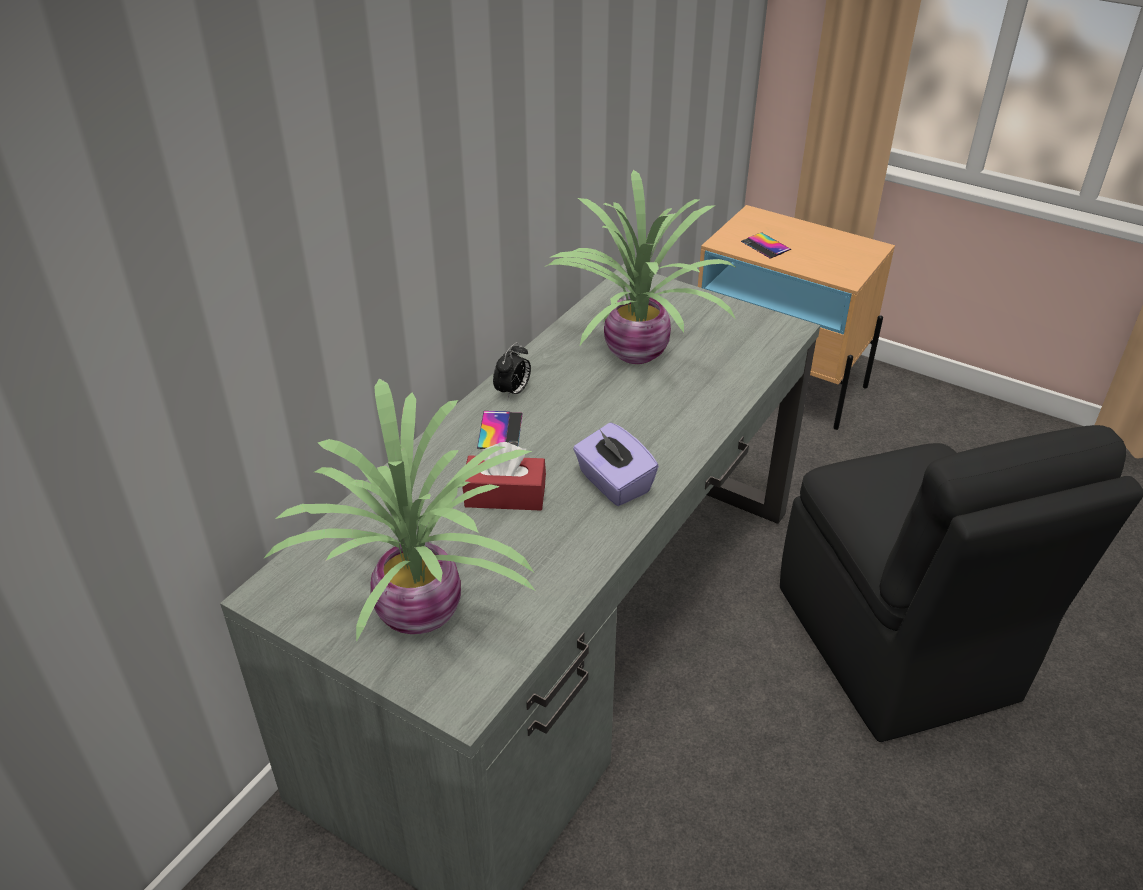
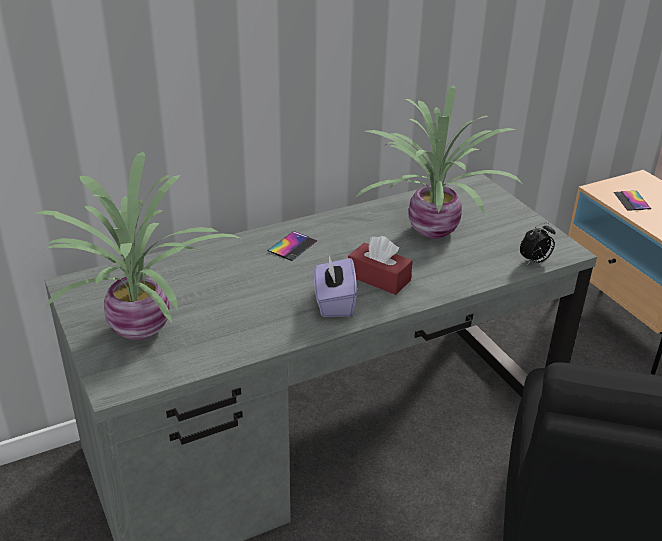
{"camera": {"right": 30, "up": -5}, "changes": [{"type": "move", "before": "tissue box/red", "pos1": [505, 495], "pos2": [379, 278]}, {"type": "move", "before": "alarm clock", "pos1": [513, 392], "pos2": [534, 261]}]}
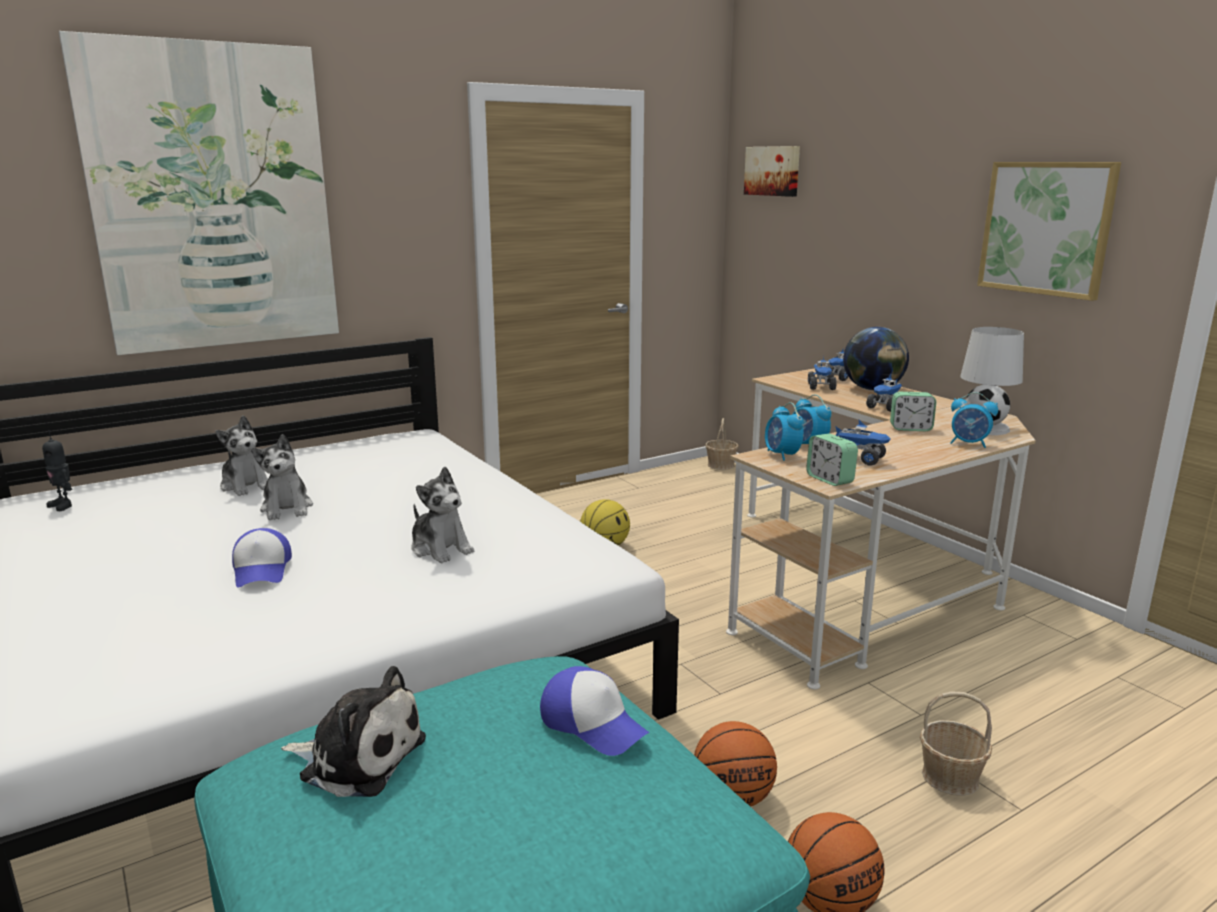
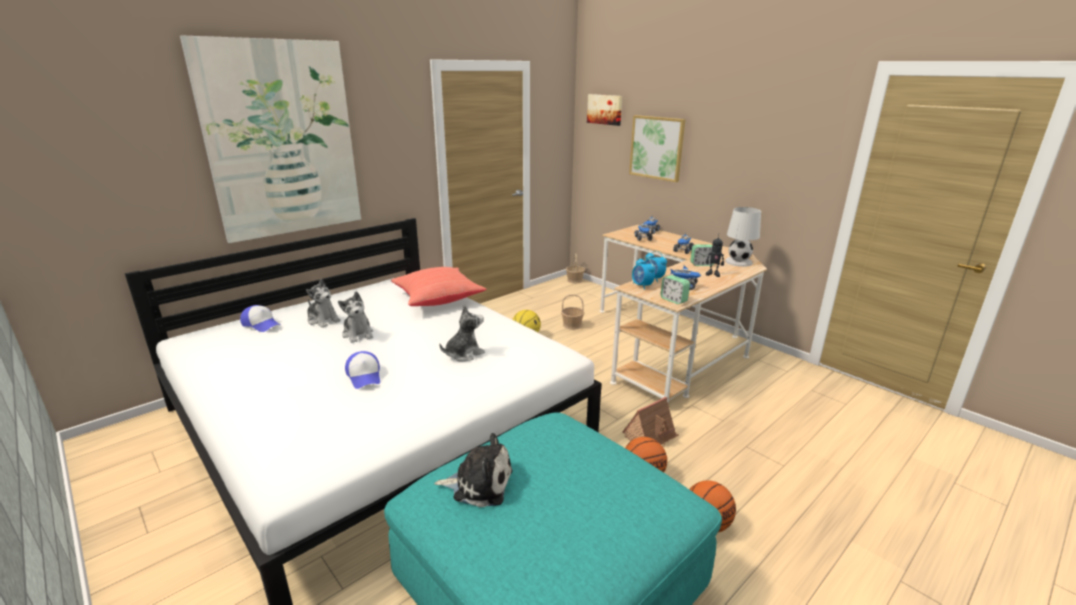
{"camera": {"right": -10, "up": 5}, "changes": [{"type": "move", "before": "toy robot", "pos1": [63, 505], "pos2": [713, 274]}, {"type": "rotate", "before": "plush toy", "pos1": [441, 549], "pos2": [463, 354], "turn": -75}, {"type": "move", "before": "cap", "pos1": [593, 723], "pos2": [261, 324]}, {"type": "delete", "before": "globe", "pos1": [872, 389]}, {"type": "move", "before": "basket", "pos1": [950, 777], "pos2": [572, 325]}, {"type": "delete", "before": "alarm clock", "pos1": [969, 444]}, {"type": "move", "before": "picture", "pos1": [1046, 228], "pos2": [657, 148]}, {"type": "insert", "after": "pillow/red", "pos2": [437, 299]}, {"type": "insert", "after": "toy house", "pos2": [650, 436]}]}
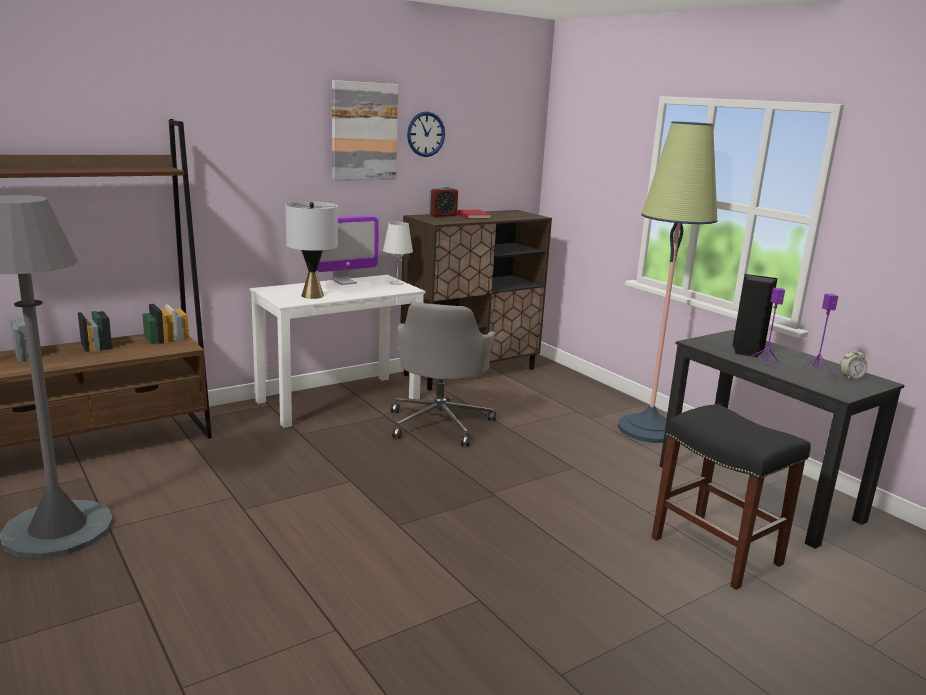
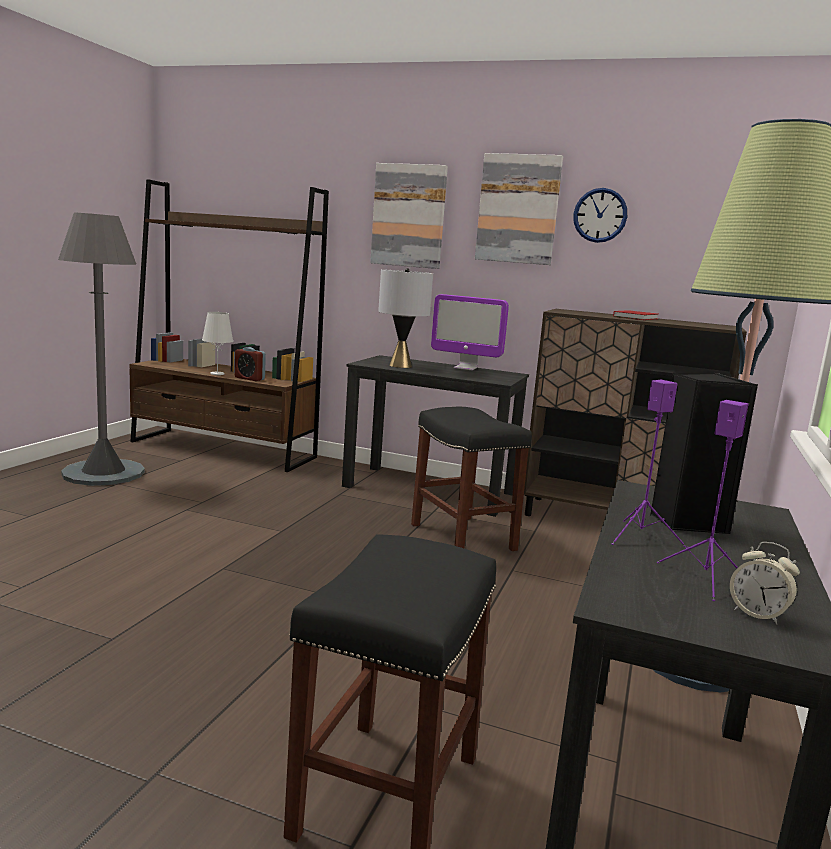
{"camera": {"right": 55, "up": -5}, "changes": [{"type": "recolor", "before": "desk/white", "after": "desk/black", "pos1": [339, 400], "pos2": [430, 490]}, {"type": "move", "before": "table lamp/white", "pos1": [397, 283], "pos2": [217, 374]}, {"type": "replace", "before": "office chair/grey", "after": "stool/black", "pos1": [440, 423], "pos2": [461, 536]}, {"type": "move", "before": "alarm clock", "pos1": [442, 215], "pos2": [249, 378]}, {"type": "insert", "after": "picture", "pos2": [409, 216]}]}
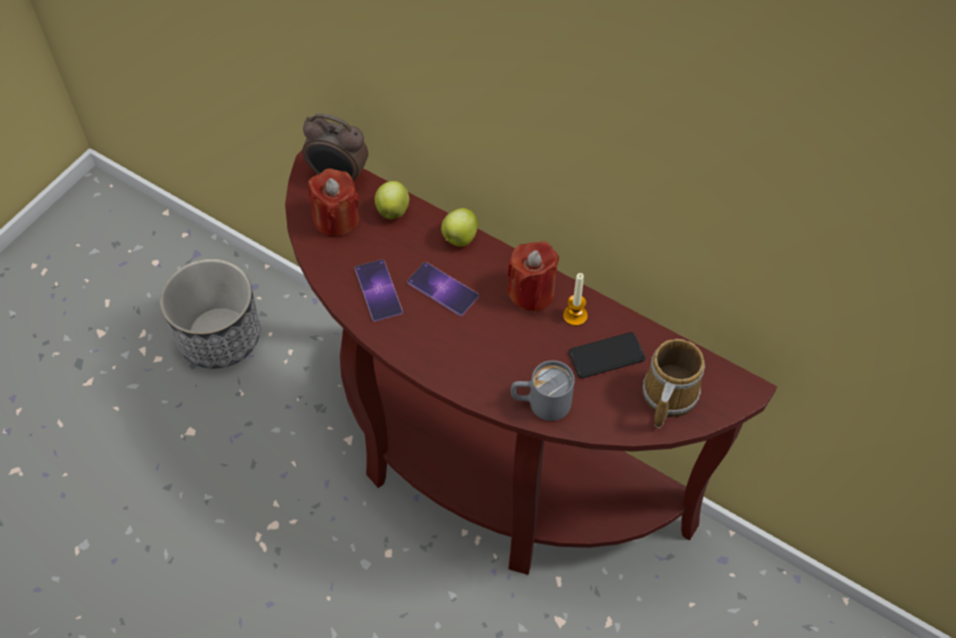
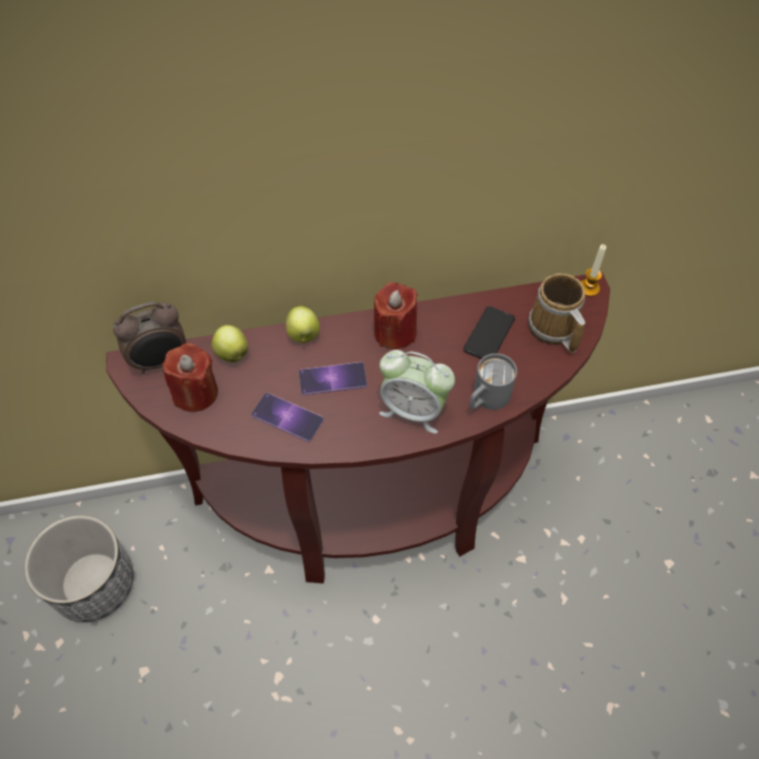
{"camera": {"right": -45, "up": 0}, "changes": [{"type": "move", "before": "candle", "pos1": [575, 316], "pos2": [588, 288]}, {"type": "insert", "after": "alarm clock", "pos2": [413, 410]}]}
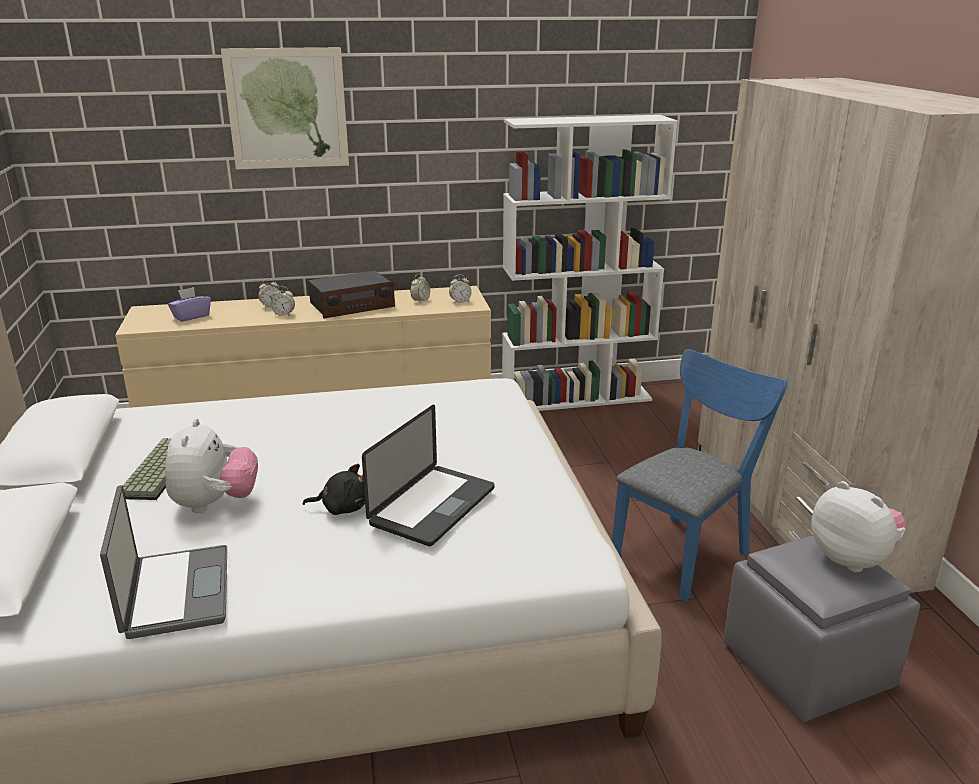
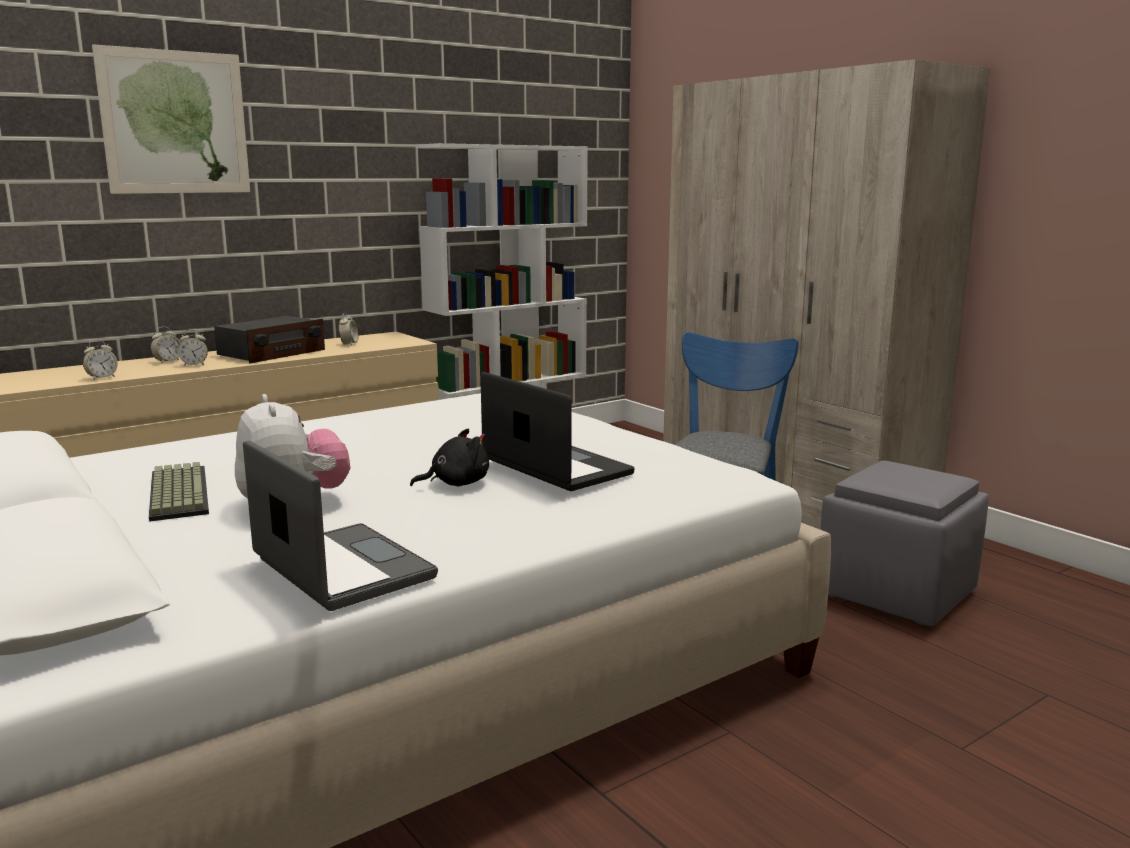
{"camera": {"right": -25, "up": -10}, "changes": [{"type": "delete", "before": "tissue box/purple", "pos1": [191, 316]}, {"type": "rotate", "before": "laptop", "pos1": [433, 506], "pos2": [556, 467], "turn": -45}, {"type": "move", "before": "alarm clock", "pos1": [460, 301], "pos2": [102, 378]}, {"type": "delete", "before": "plush toy", "pos1": [852, 559]}]}
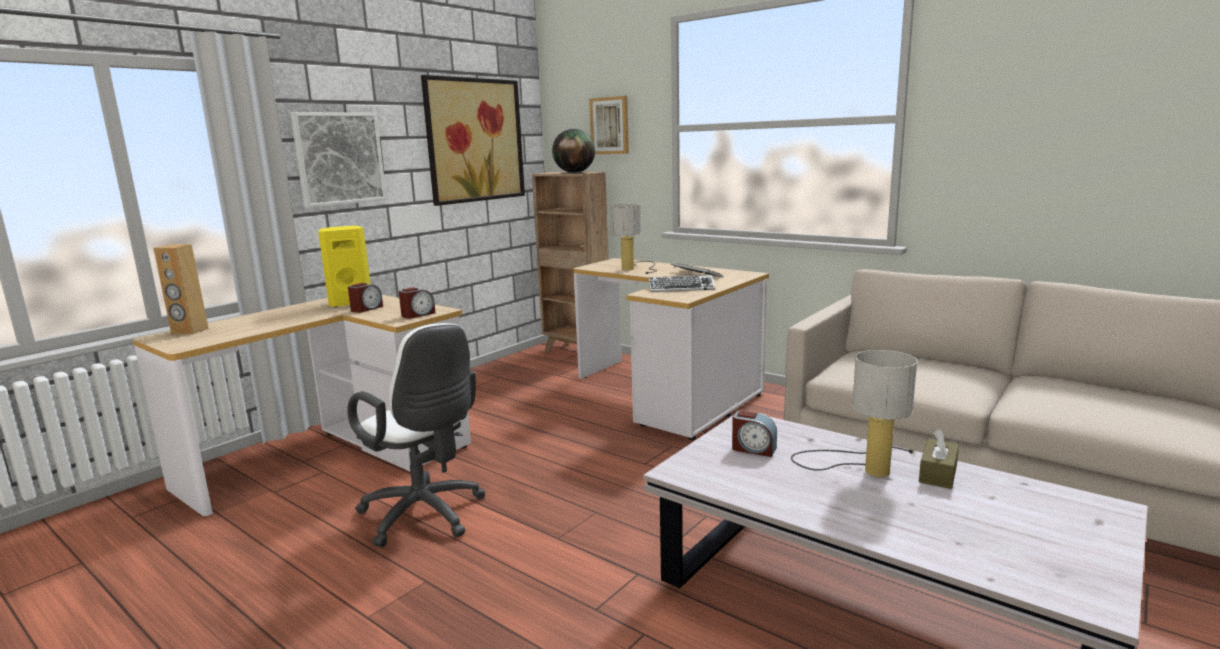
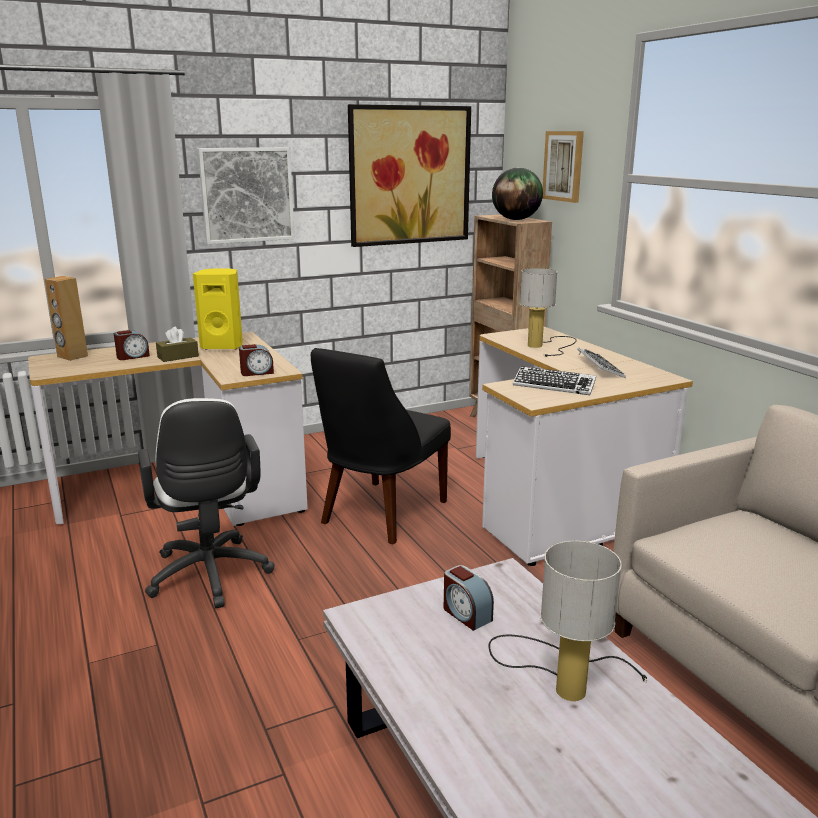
{"camera": {"right": 25, "up": 5}, "changes": [{"type": "move", "before": "alarm clock", "pos1": [366, 309], "pos2": [133, 356]}, {"type": "move", "before": "tissue box/brown", "pos1": [938, 474], "pos2": [178, 357]}, {"type": "insert", "after": "chair/black", "pos2": [380, 514]}]}
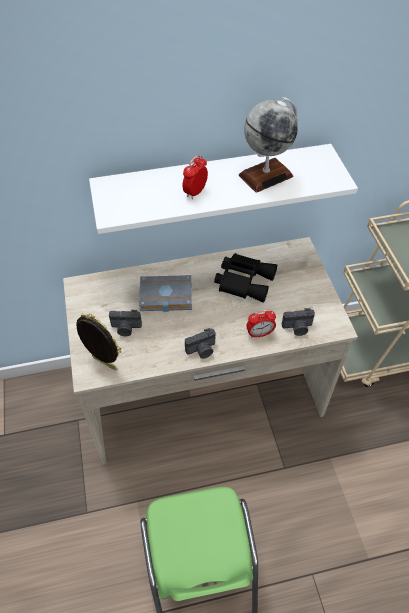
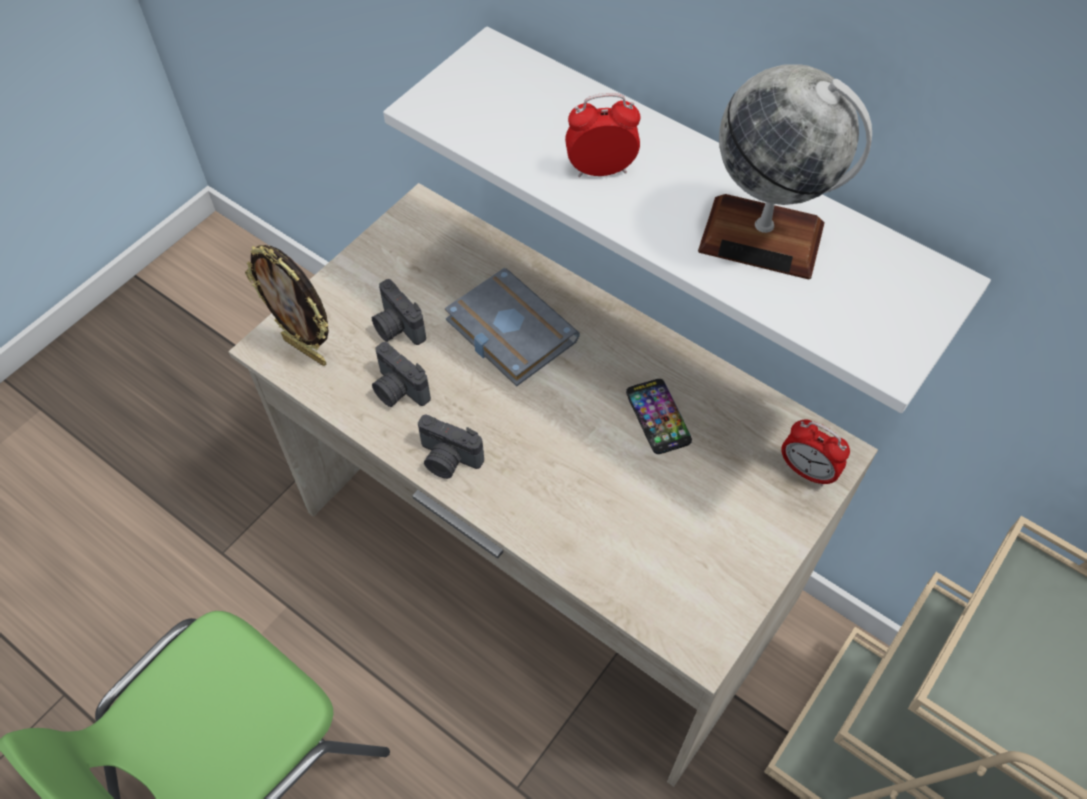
{"camera": {"right": 50, "up": 5}, "changes": [{"type": "rotate", "before": "picture frame", "pos1": [103, 364], "pos2": [306, 350], "turn": 135}, {"type": "replace", "before": "binoculars/black", "after": "phone", "pos1": [244, 280], "pos2": [658, 417]}, {"type": "move", "before": "alarm clock", "pos1": [259, 334], "pos2": [806, 471]}, {"type": "move", "before": "photo camera", "pos1": [297, 328], "pos2": [398, 390]}]}
